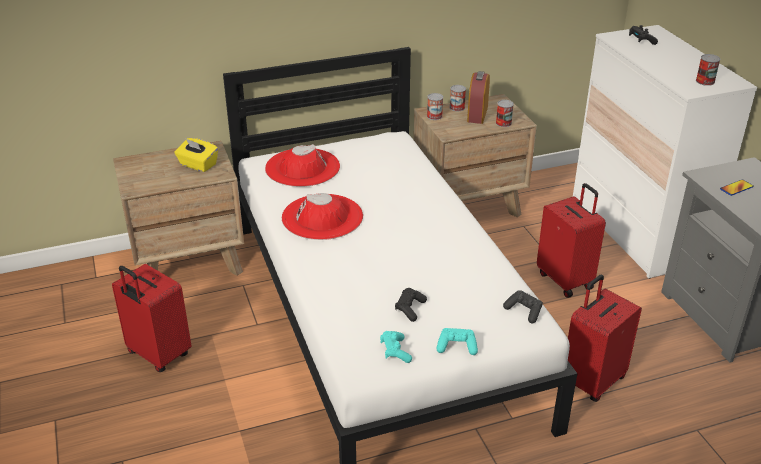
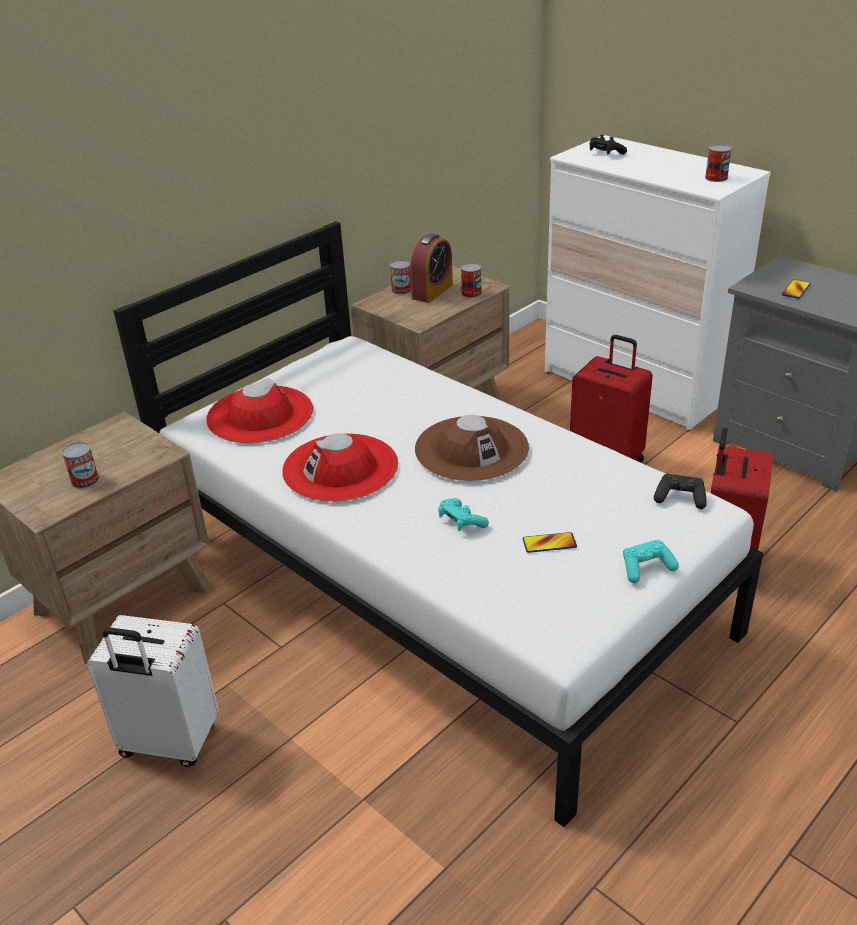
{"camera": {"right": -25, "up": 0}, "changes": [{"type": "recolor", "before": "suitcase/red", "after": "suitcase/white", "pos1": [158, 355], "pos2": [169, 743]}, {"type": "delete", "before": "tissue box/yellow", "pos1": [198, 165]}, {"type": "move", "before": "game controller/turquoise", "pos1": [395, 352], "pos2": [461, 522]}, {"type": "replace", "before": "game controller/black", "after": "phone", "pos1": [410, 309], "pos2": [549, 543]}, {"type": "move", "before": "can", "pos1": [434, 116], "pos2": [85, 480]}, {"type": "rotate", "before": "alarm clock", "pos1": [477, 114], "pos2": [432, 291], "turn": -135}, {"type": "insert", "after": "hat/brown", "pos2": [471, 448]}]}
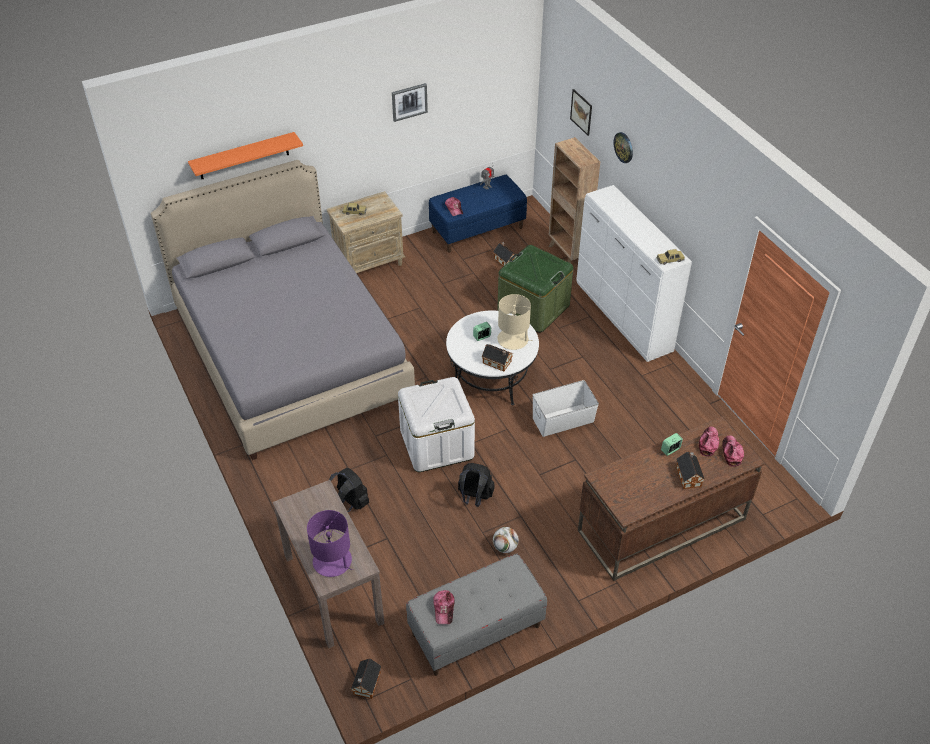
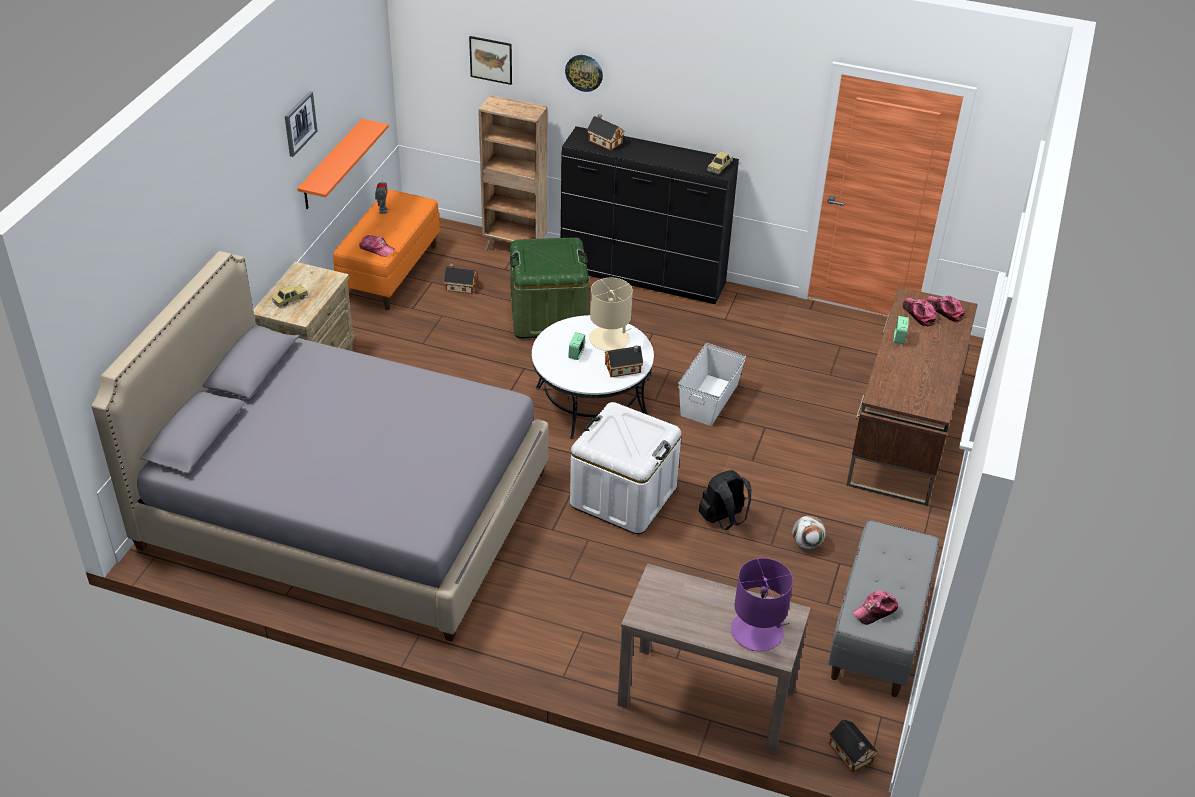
{"camera": {"right": -45, "up": -5}, "changes": [{"type": "move", "before": "shelf/orange", "pos1": [243, 156], "pos2": [332, 165]}, {"type": "delete", "before": "backpack/black", "pos1": [350, 504]}, {"type": "recolor", "before": "bench/blue", "after": "bench/orange", "pos1": [477, 229], "pos2": [390, 271]}, {"type": "rotate", "before": "cap", "pos1": [444, 608], "pos2": [875, 611], "turn": 105}, {"type": "recolor", "before": "dresser/white", "after": "dresser/black", "pos1": [622, 318], "pos2": [643, 278]}, {"type": "move", "before": "toy house", "pos1": [688, 476], "pos2": [604, 141]}]}
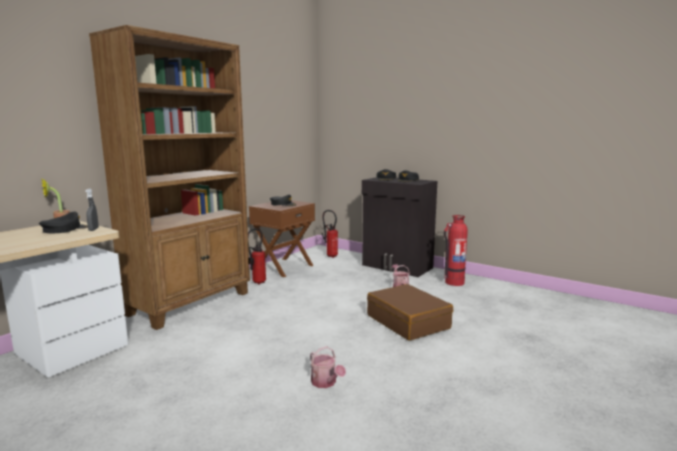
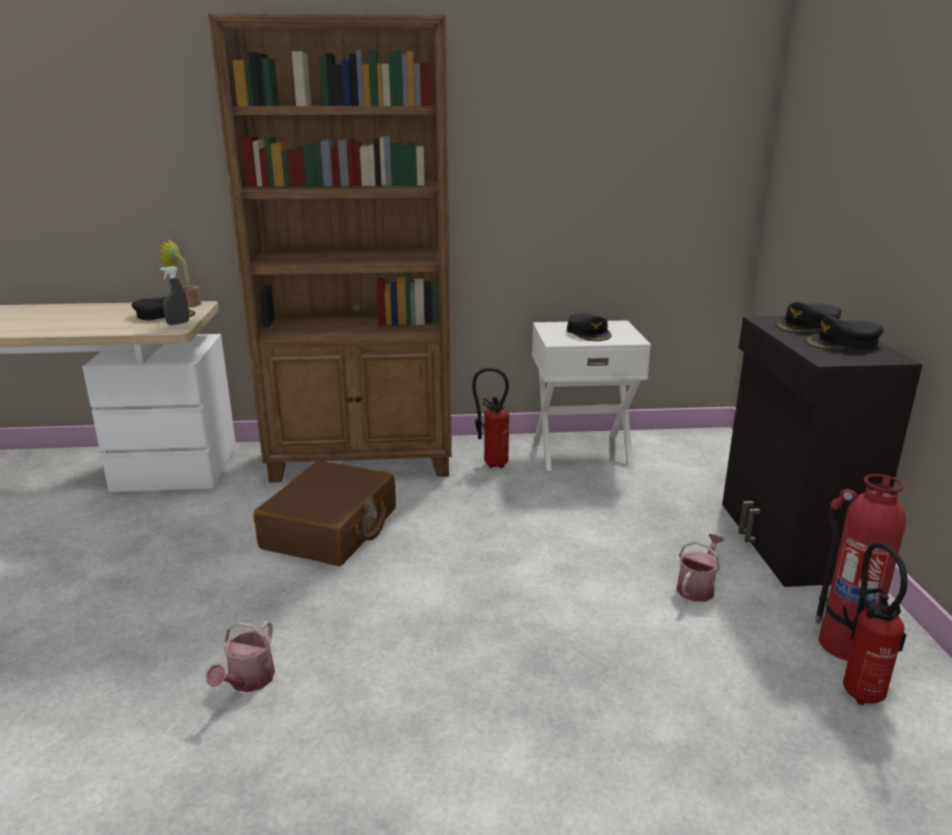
{"camera": {"right": 50, "up": 10}, "changes": [{"type": "recolor", "before": "nightstand/brown", "after": "nightstand/white", "pos1": [283, 267], "pos2": [581, 451]}, {"type": "move", "before": "fire extinguisher", "pos1": [330, 256], "pos2": [860, 690]}, {"type": "move", "before": "suitcase/brown", "pos1": [408, 322], "pos2": [331, 529]}]}
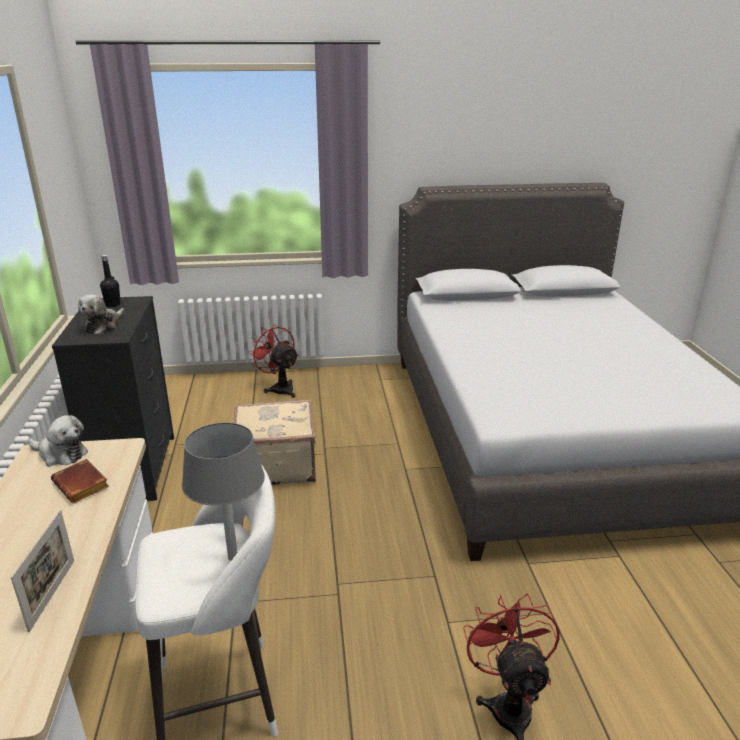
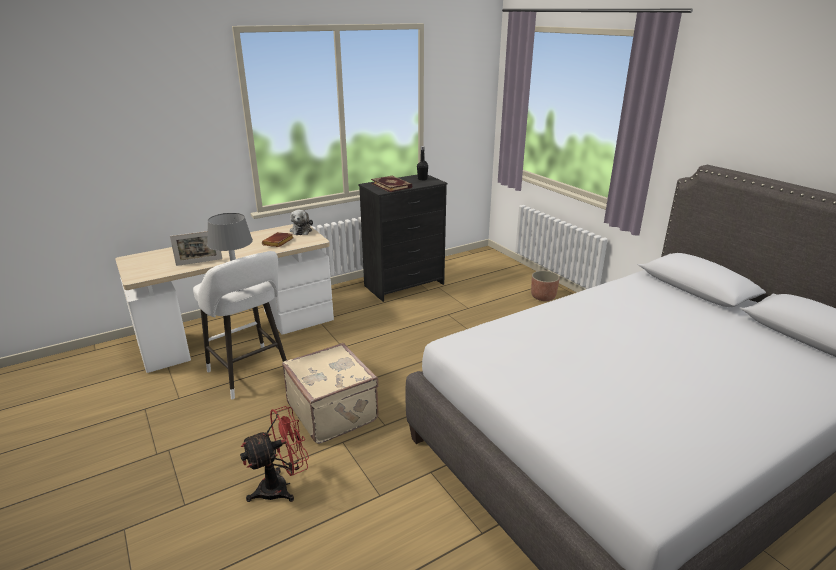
{"camera": {"right": 65, "up": 0}, "changes": [{"type": "replace", "before": "plush toy", "after": "book", "pos1": [104, 326], "pos2": [392, 185]}, {"type": "move", "before": "suitcase/beige", "pos1": [276, 465], "pos2": [333, 411]}, {"type": "replace", "before": "fan/red", "after": "planter", "pos1": [279, 388], "pos2": [543, 297]}]}
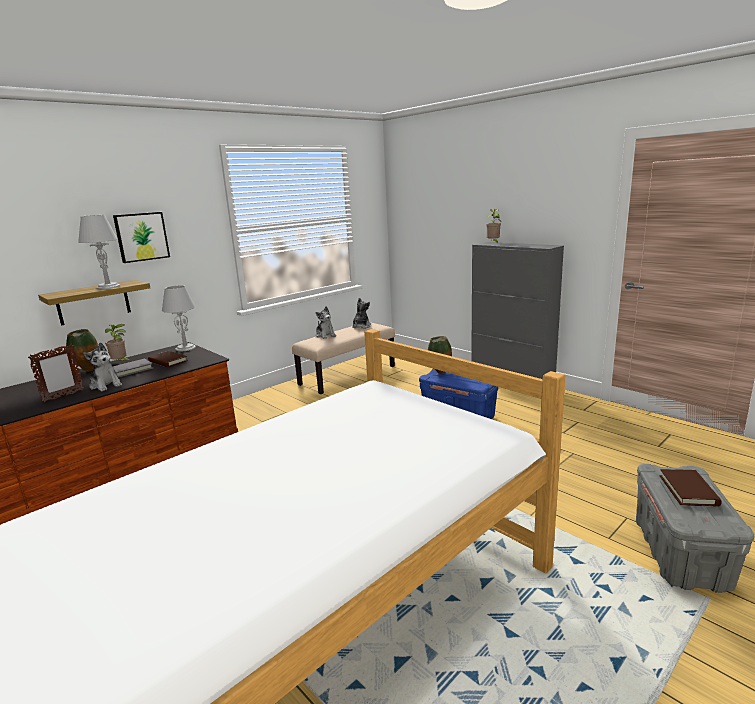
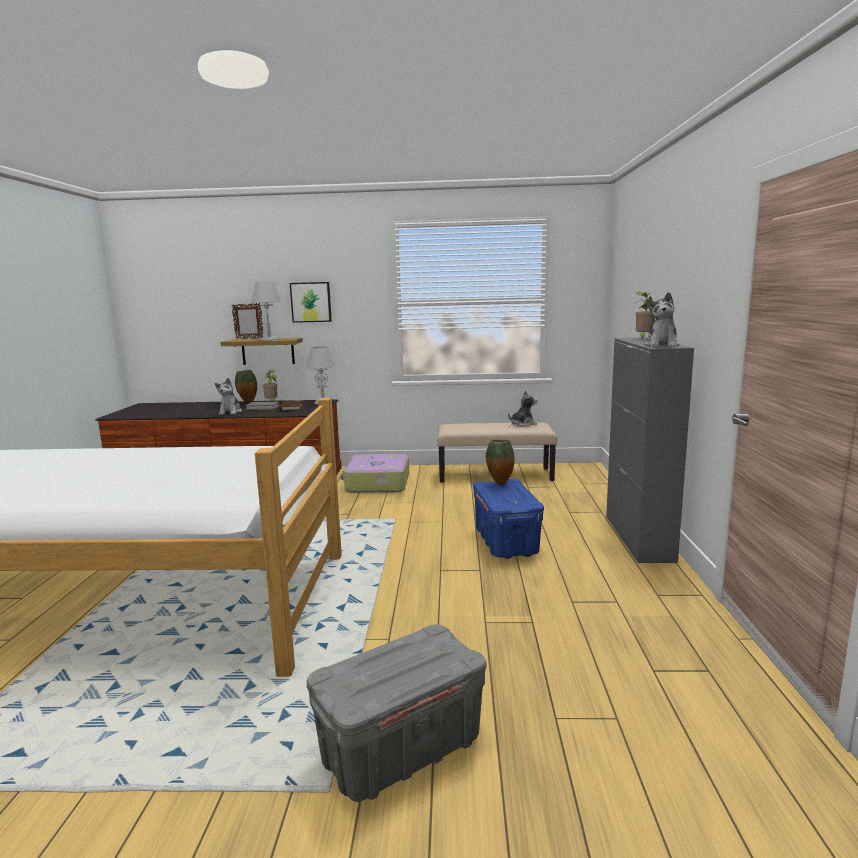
{"camera": {"right": 45, "up": -5}, "changes": [{"type": "move", "before": "picture frame", "pos1": [63, 396], "pos2": [249, 339]}, {"type": "move", "before": "plush toy", "pos1": [325, 335], "pos2": [661, 345]}, {"type": "delete", "before": "book/brown", "pos1": [688, 490]}, {"type": "insert", "after": "suitcase", "pos2": [377, 483]}]}
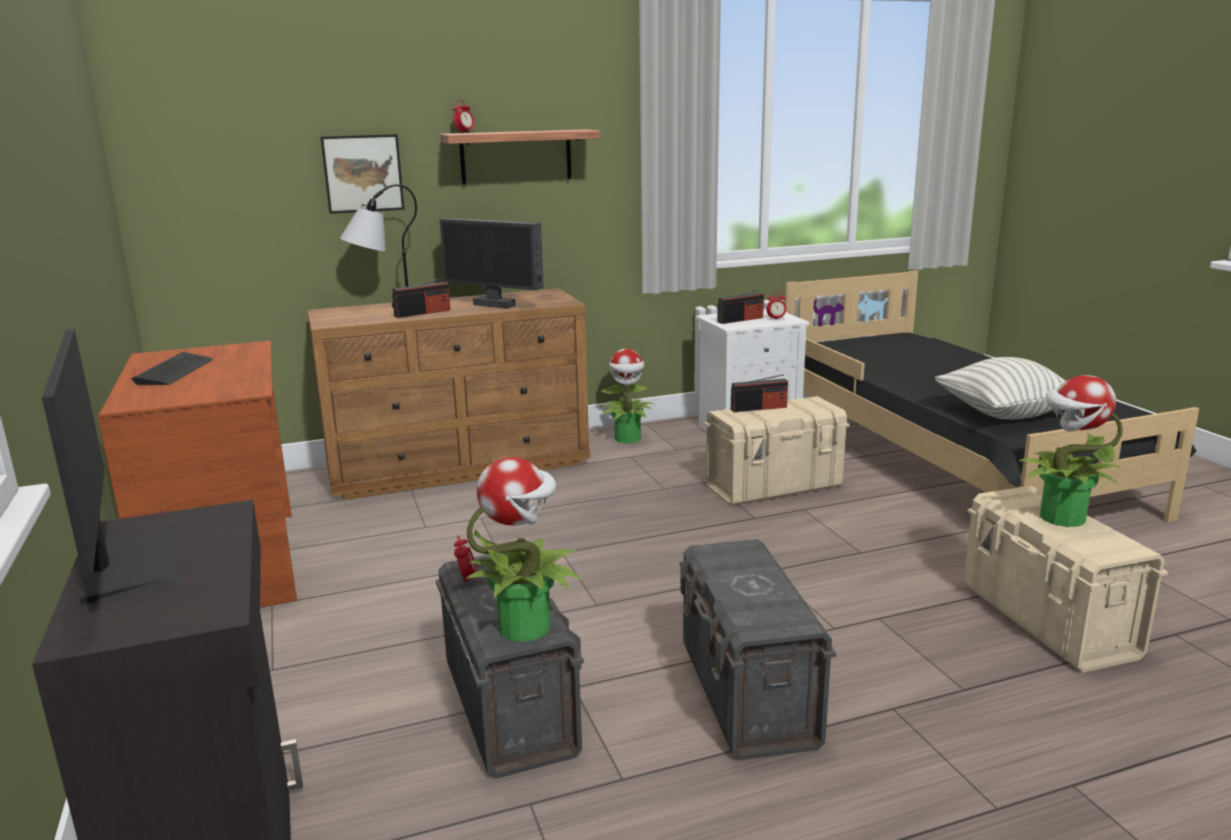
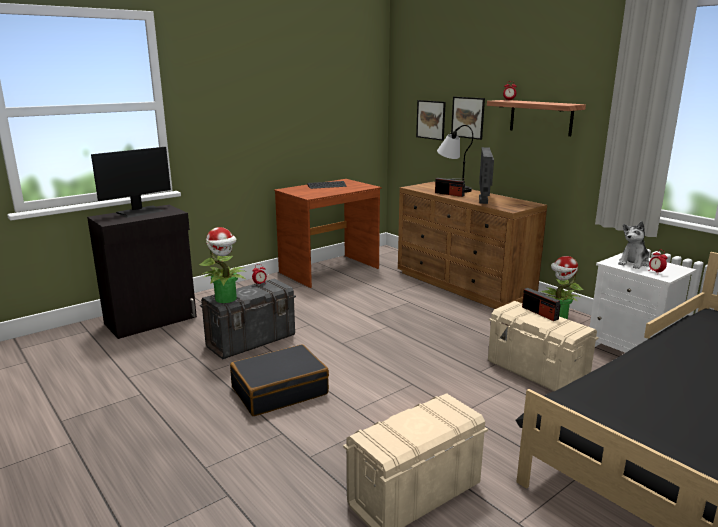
{"camera": {"right": 70, "up": 0}, "changes": [{"type": "replace", "before": "storage box/grey", "after": "suitcase/black", "pos1": [747, 694], "pos2": [279, 390]}, {"type": "replace", "before": "radio", "after": "plush toy", "pos1": [740, 320], "pos2": [633, 263]}, {"type": "delete", "before": "pillow", "pos1": [1004, 413]}, {"type": "delete", "before": "potted plant", "pos1": [1060, 518]}, {"type": "insert", "after": "picture", "pos2": [431, 120]}]}
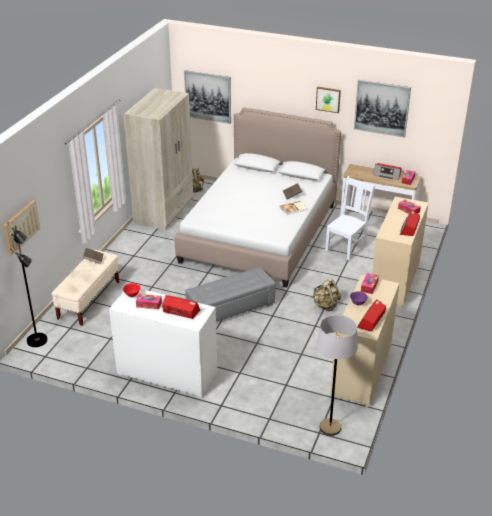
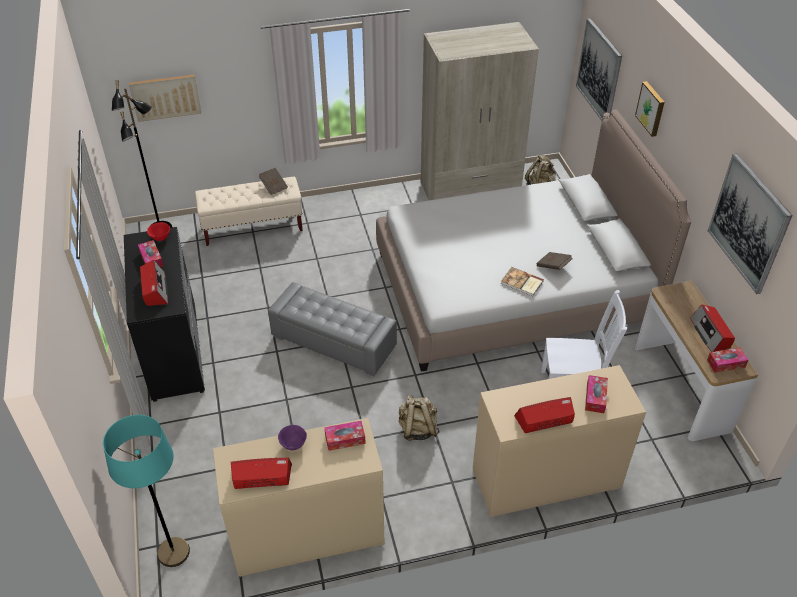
{"camera": {"right": 55, "up": 10}, "changes": [{"type": "recolor", "before": "dresser/white", "after": "dresser/black", "pos1": [167, 374], "pos2": [174, 351]}, {"type": "move", "before": "picture", "pos1": [328, 99], "pos2": [651, 108]}, {"type": "recolor", "before": "floor lamp/grey", "after": "floor lamp/turquoise", "pos1": [330, 427], "pos2": [173, 552]}]}
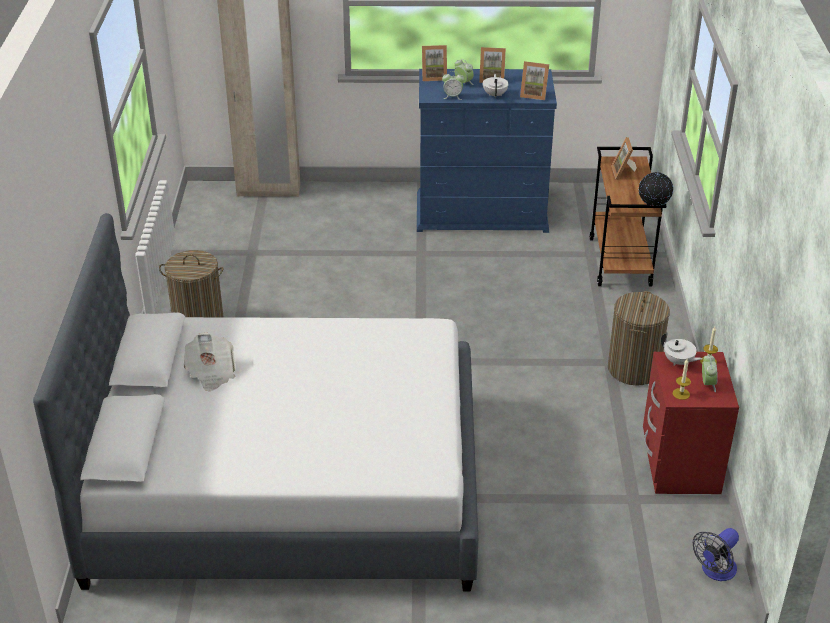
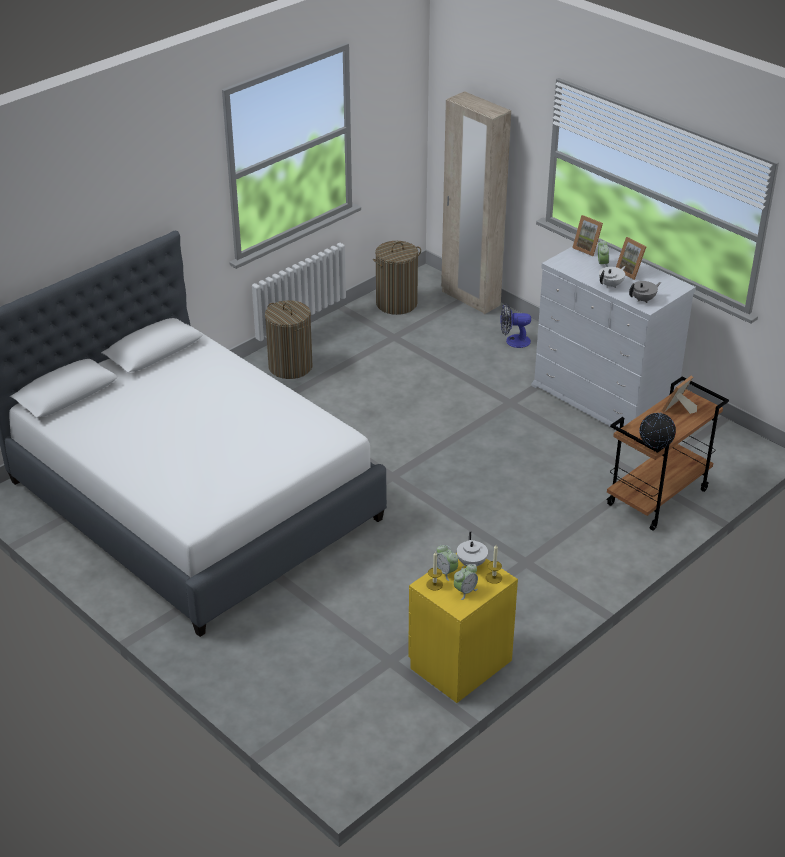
{"camera": {"right": 45, "up": 0}, "changes": [{"type": "delete", "before": "newspaper", "pos1": [211, 373]}, {"type": "recolor", "before": "dresser/blue", "after": "dresser/white", "pos1": [482, 212], "pos2": [605, 398]}, {"type": "move", "before": "alarm clock", "pos1": [452, 96], "pos2": [446, 572]}, {"type": "replace", "before": "picture frame", "after": "teapot/grey", "pos1": [534, 94], "pos2": [643, 299]}, {"type": "move", "before": "laundry basket", "pos1": [633, 369], "pos2": [396, 304]}, {"type": "recolor", "before": "nightstand/red", "after": "nightstand/yellow", "pos1": [679, 465], "pos2": [459, 663]}, {"type": "move", "before": "fan", "pos1": [715, 571], "pos2": [513, 341]}]}
